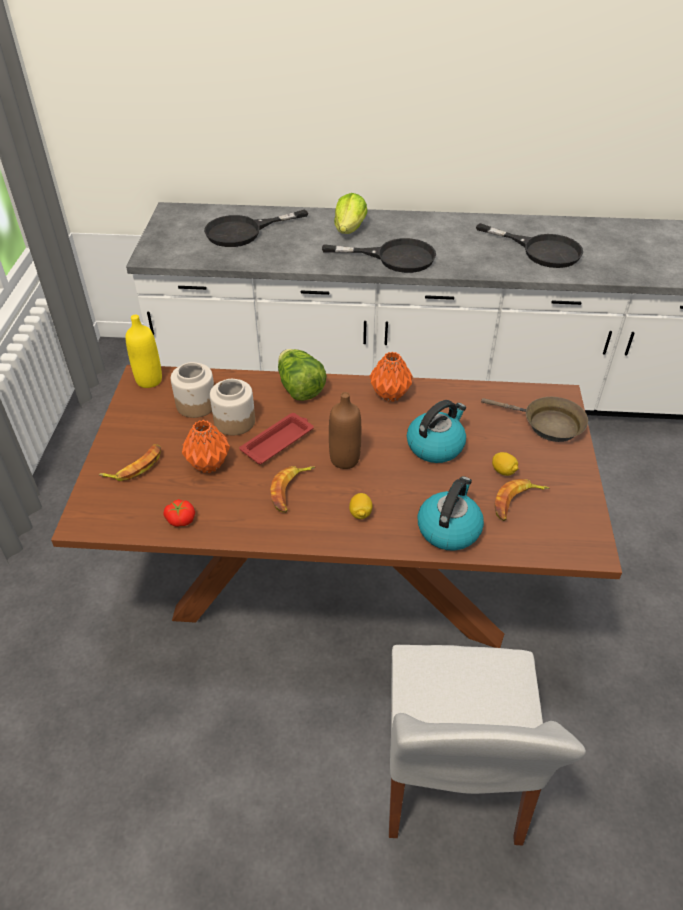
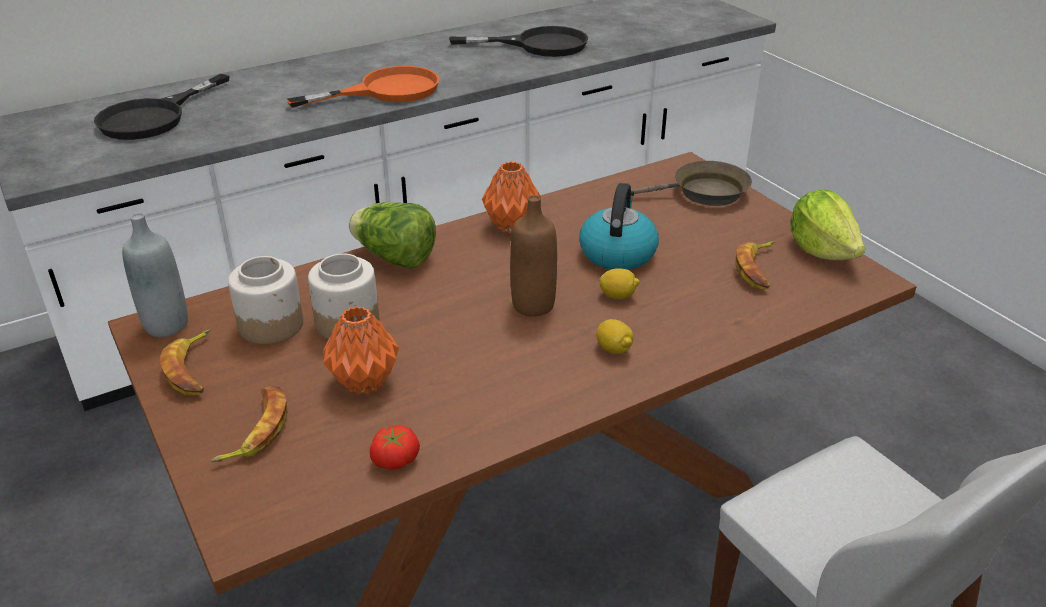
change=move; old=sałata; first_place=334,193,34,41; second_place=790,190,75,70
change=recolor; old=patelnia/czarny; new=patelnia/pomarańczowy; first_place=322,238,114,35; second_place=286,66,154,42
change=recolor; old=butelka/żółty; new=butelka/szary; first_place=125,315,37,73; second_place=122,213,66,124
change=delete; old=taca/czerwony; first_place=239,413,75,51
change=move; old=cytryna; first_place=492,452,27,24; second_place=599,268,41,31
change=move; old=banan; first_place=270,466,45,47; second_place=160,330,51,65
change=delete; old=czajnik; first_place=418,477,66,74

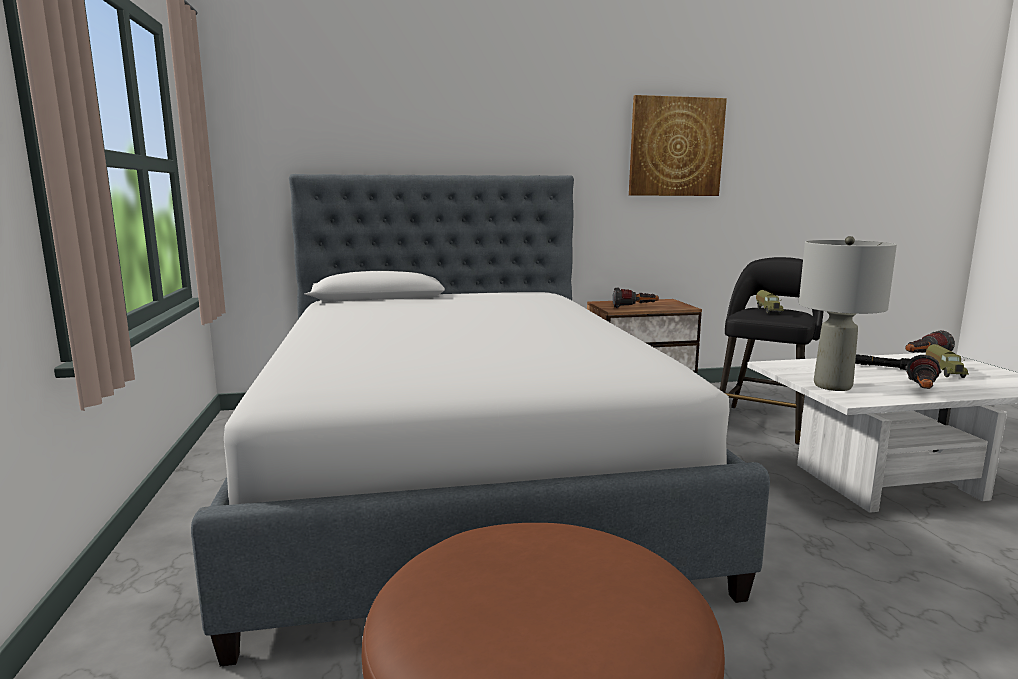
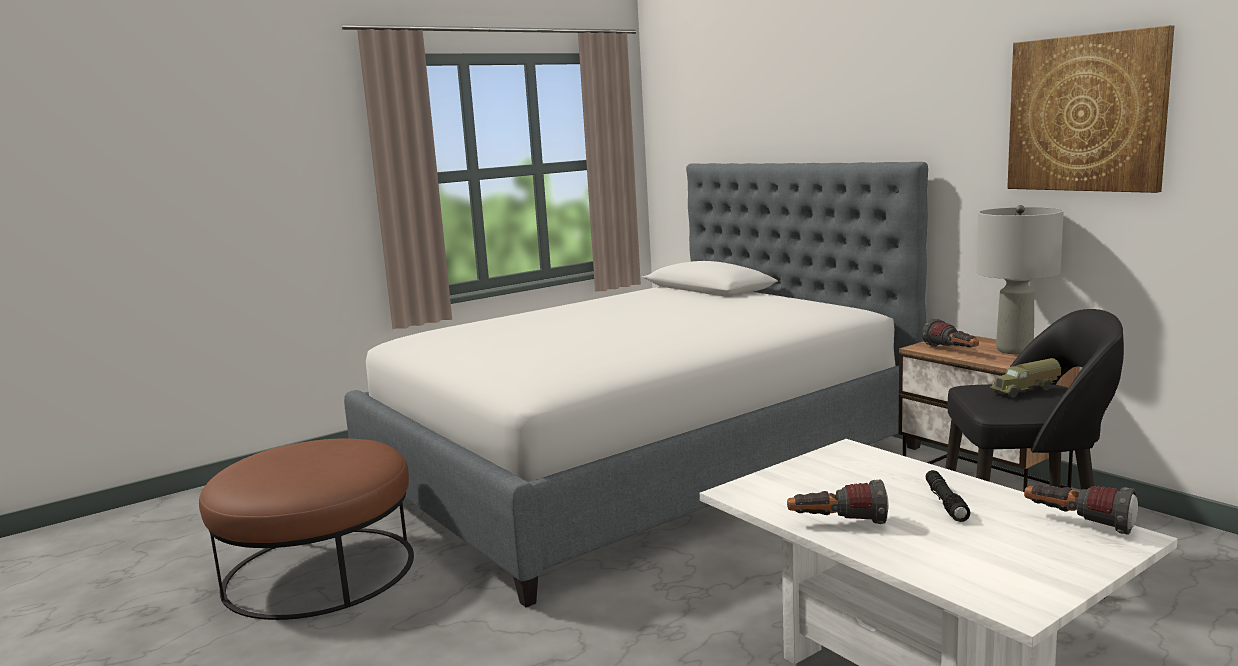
change=move; old=lampa stołowa/szary; first_place=799,236,98,155; second_place=976,205,88,149
change=delete; old=ciężarówka zabawkowa; first_place=926,344,43,34

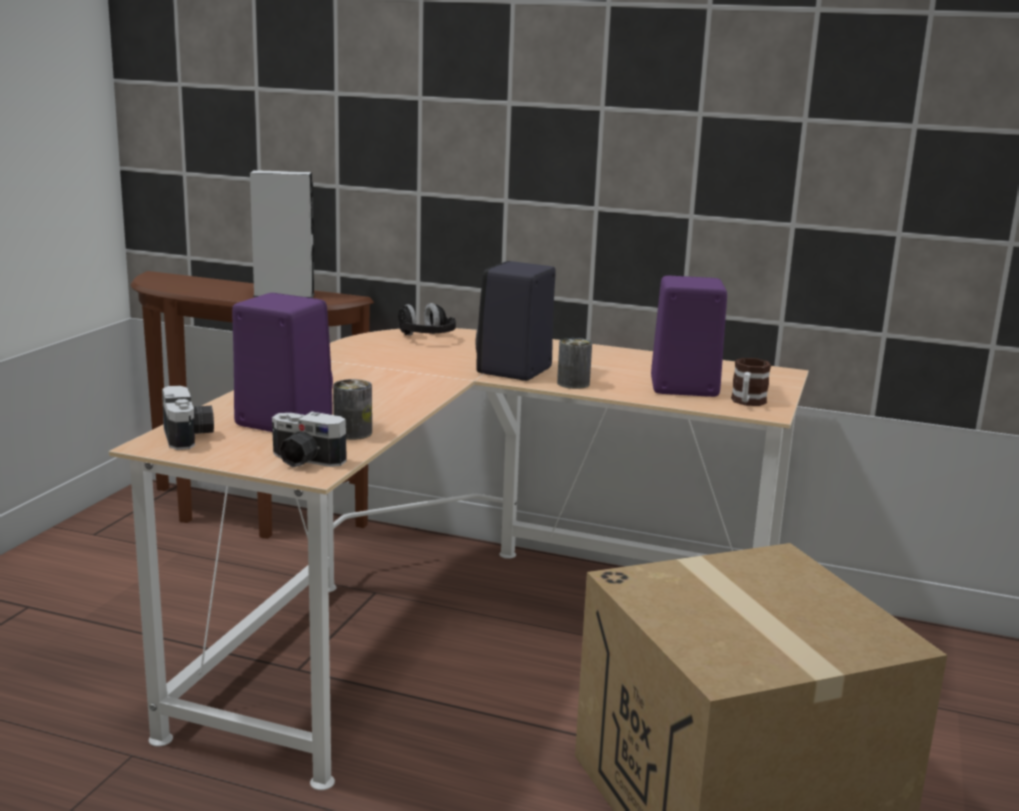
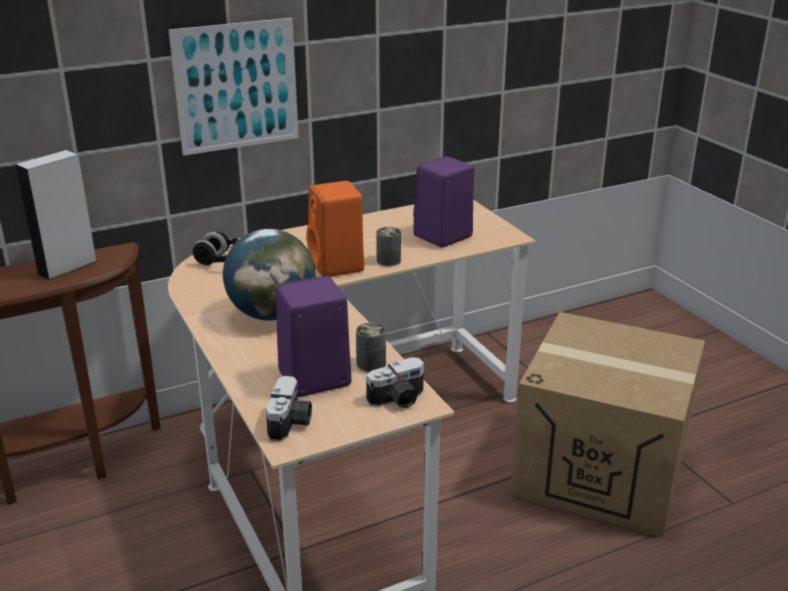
change=recolor; old=głośnik/czarny; new=głośnik/pomarańczowy; first_place=476,261,80,120; second_place=307,181,57,96
change=delete; old=kubek; first_place=731,358,40,48
change=rotate; old=aparat fotograficzny; first_place=162,386,52,64; second_place=266,376,46,66; degrees=75
change=insert; new=obraz; second_place=169,18,130,138
change=insert; new=globus; second_place=223,229,92,92

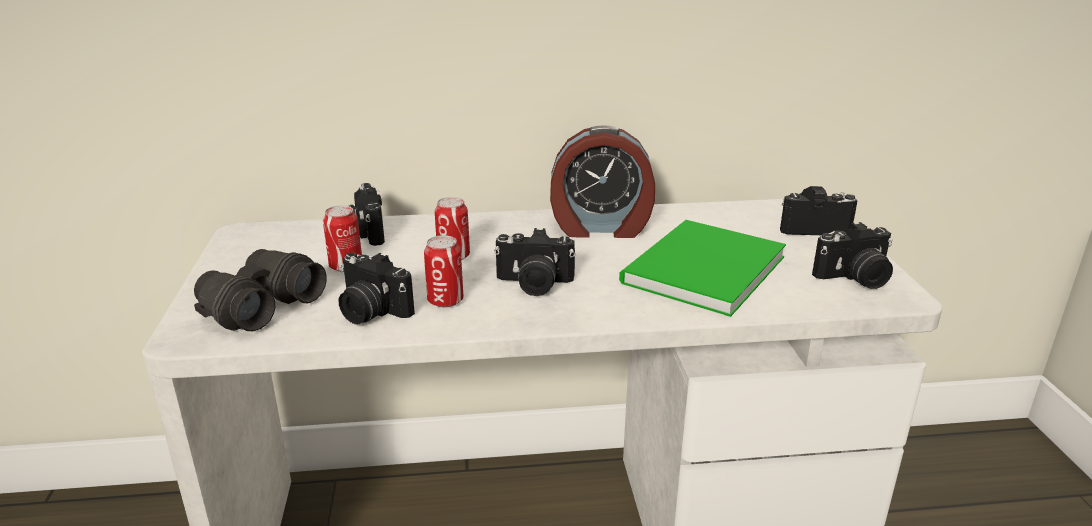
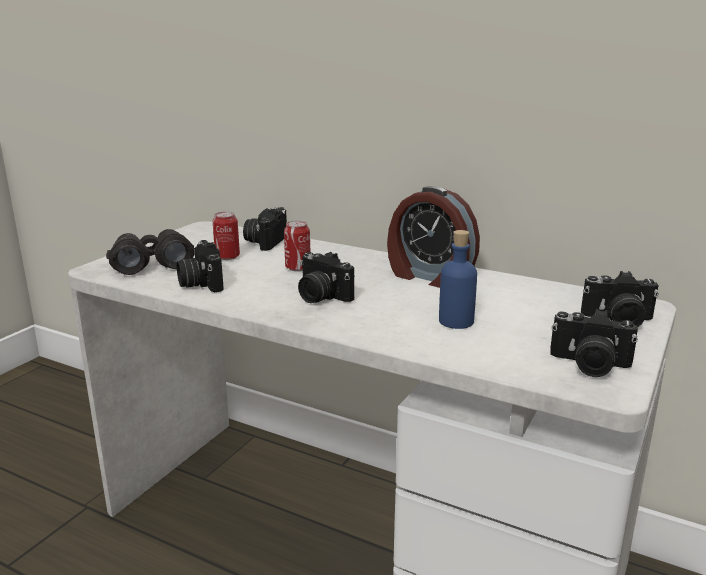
change=rotate; old=aparat fotograficzny; first_place=780,186,77,49; second_place=581,271,78,56; degrees=150
change=replace; old=książka/zielony; new=butelka/niebieski; first_place=619,220,167,97; second_place=439,230,38,99
change=delete; old=puszka; first_place=424,235,40,72

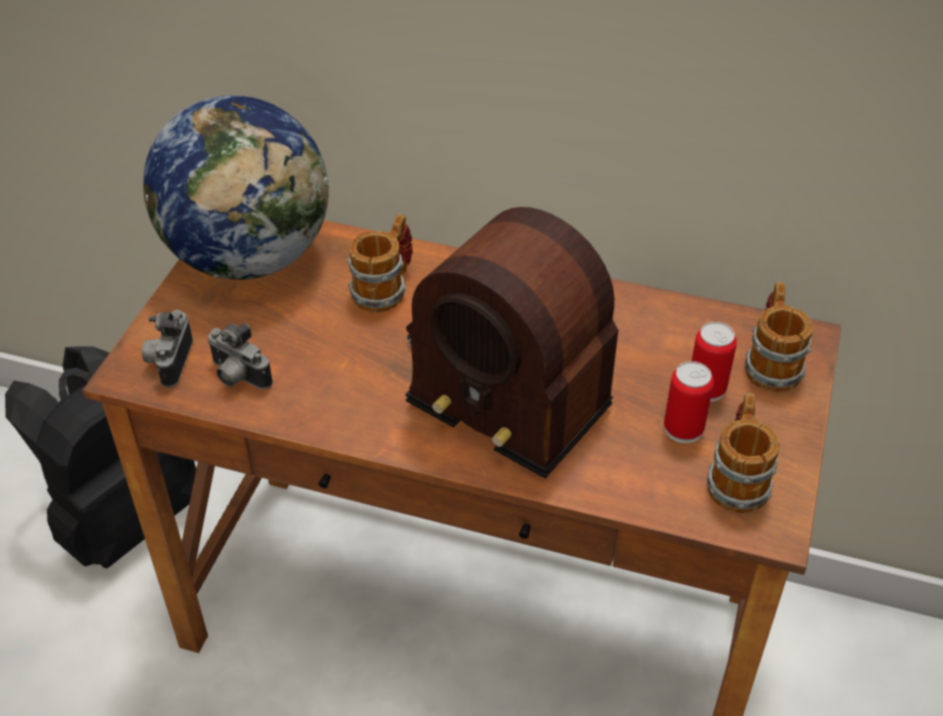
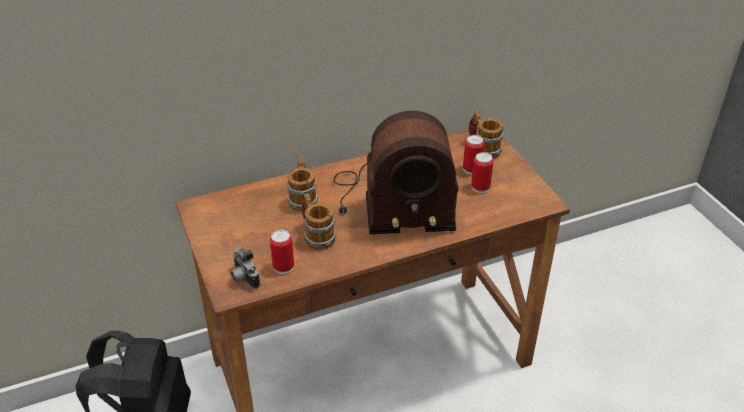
change=delete; old=globus; first_place=143,95,186,185
change=replace; old=aparat fotograficzny; new=puszka; first_place=208,323,65,66; second_place=270,230,24,44
change=move; old=kubek; first_place=707,393,73,120; second_place=302,193,35,57

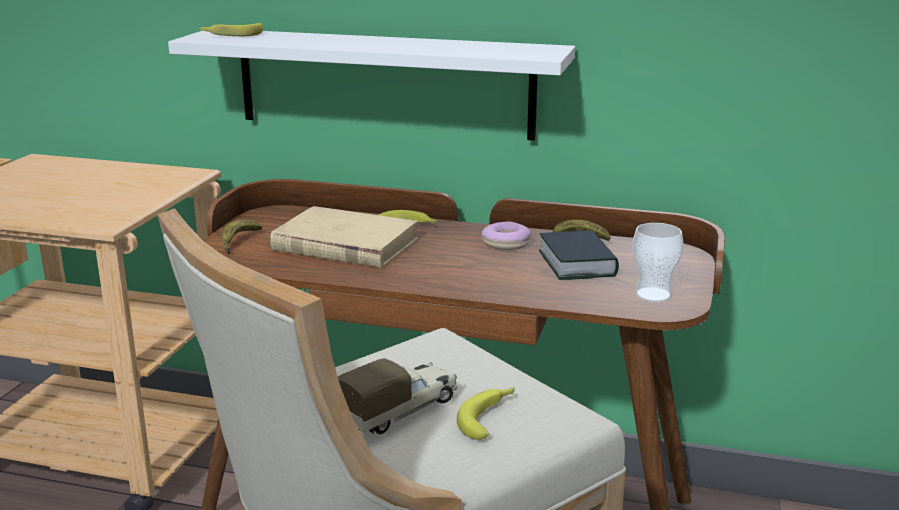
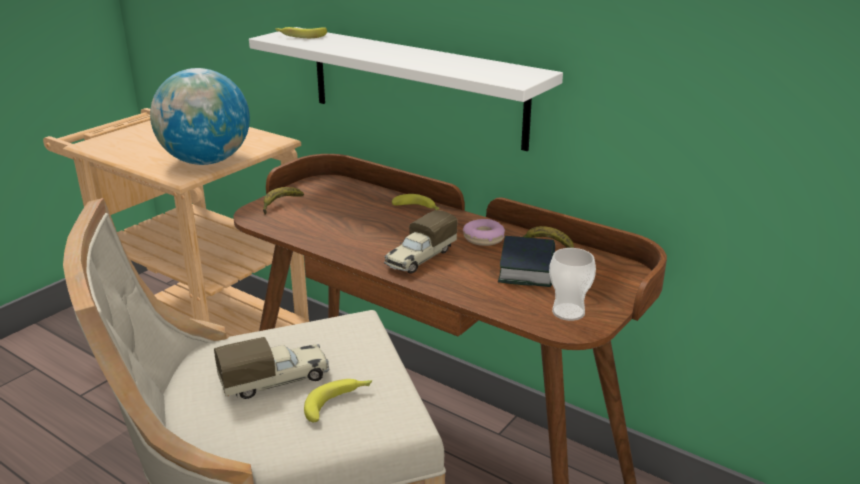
change=delete; old=książka/beżowy; first_place=270,206,148,62
change=insert; new=globus; second_place=150,68,100,97
change=insert; new=ciężarówka zabawkowa; second_place=384,210,73,63

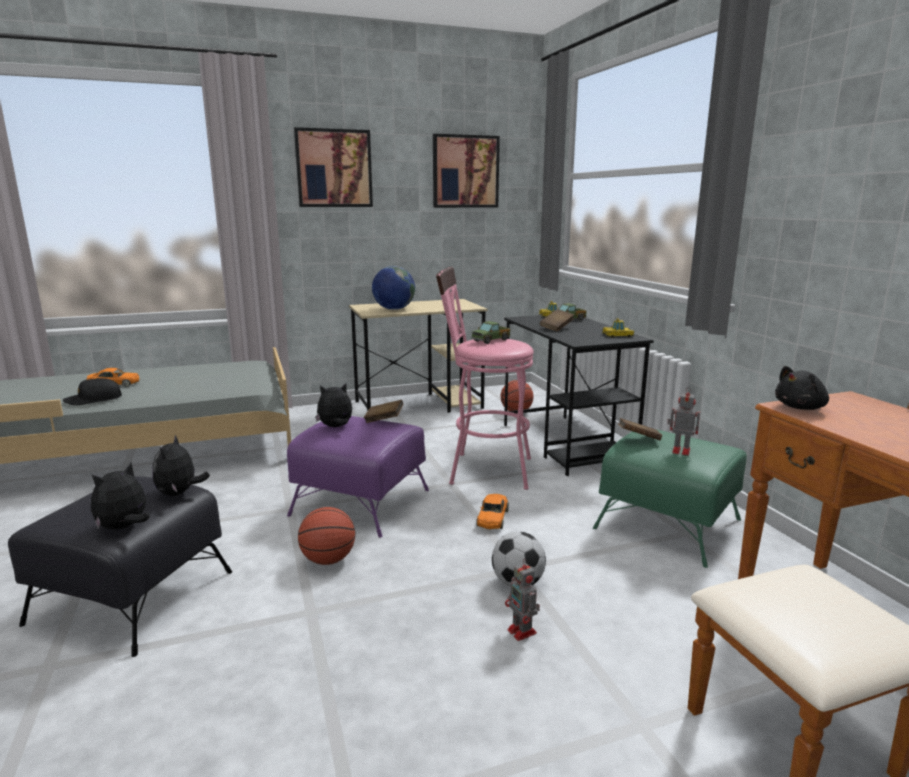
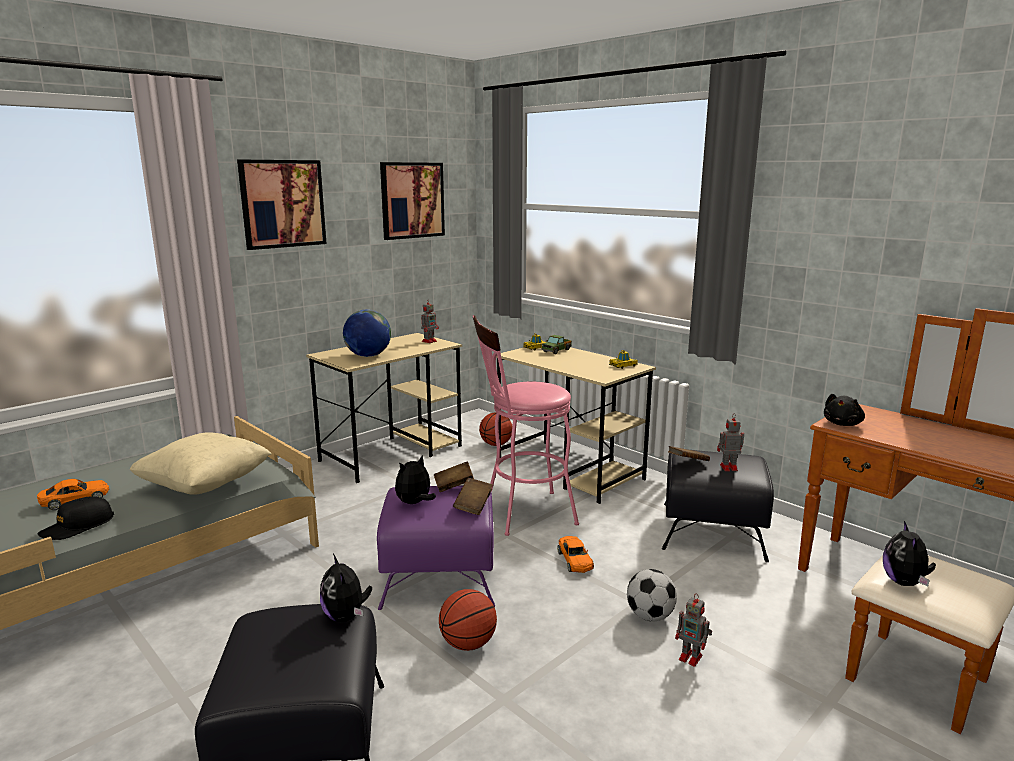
change=move; old=książka/brązowy; first_place=540,309,34,22; second_place=453,478,40,37
change=recolor; old=biurko/czarny; new=biurko/beżowy; first_place=504,315,150,161; second_place=496,347,160,157
change=delete; old=ciężarówka zabawkowa; first_place=471,321,40,23
change=recolor; old=pufa/zielony; new=pufa/czarny; first_place=593,429,154,139; second_place=662,450,112,112
change=move; old=pluszak; first_place=91,463,59,66; second_place=883,521,53,65
change=insert; new=robot zabawkowy; second_place=421,299,18,44
change=insert; new=poduszka/beżowy; second_place=130,432,142,62

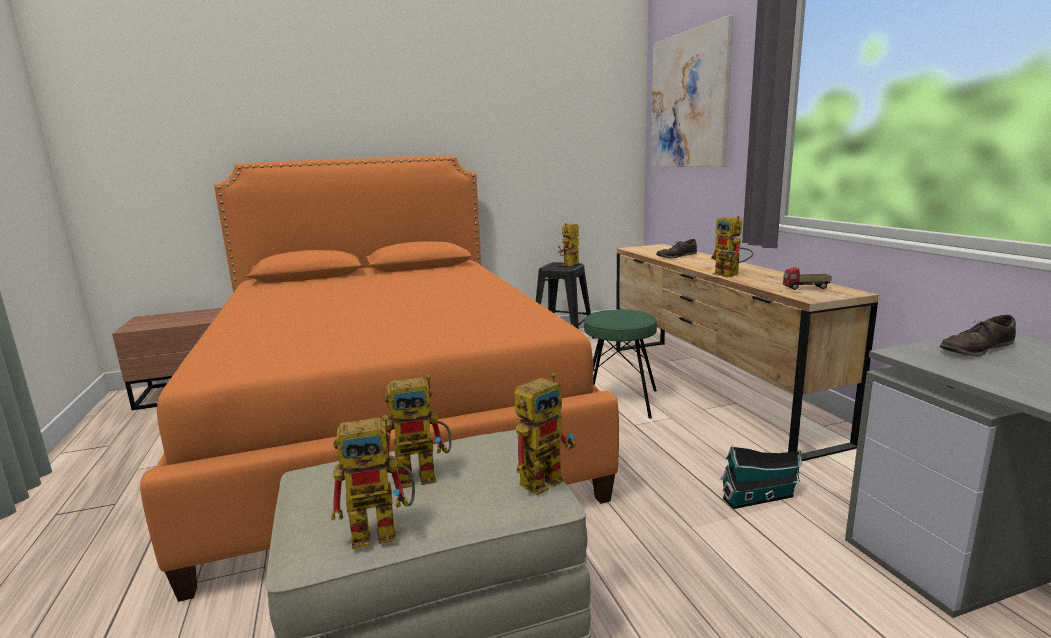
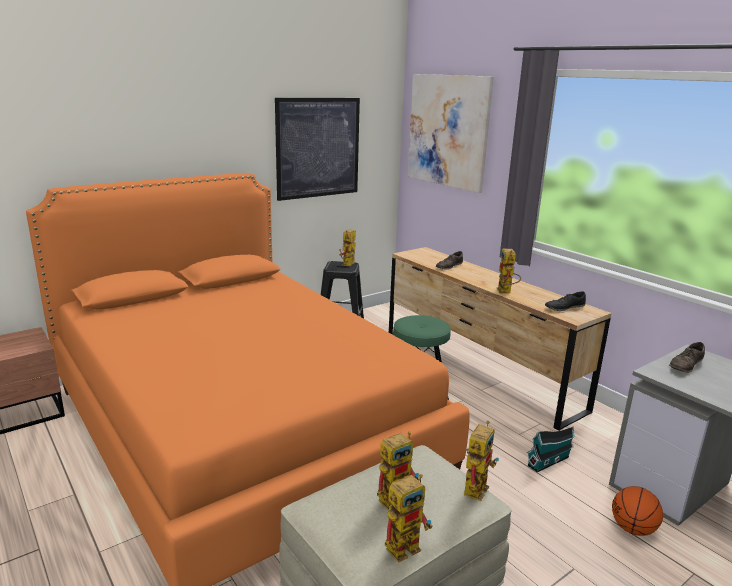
change=rotate; old=robot zabawkowy; first_place=711,215,42,63; second_place=496,249,25,45; degrees=45
change=replace; old=ciężarówka zabawkowa; new=but/czarny; first_place=783,267,49,23; second_place=545,291,41,20
change=insert; new=obraz; second_place=275,98,85,103
change=insert; new=piłka do koszykówki; second_place=612,486,51,50

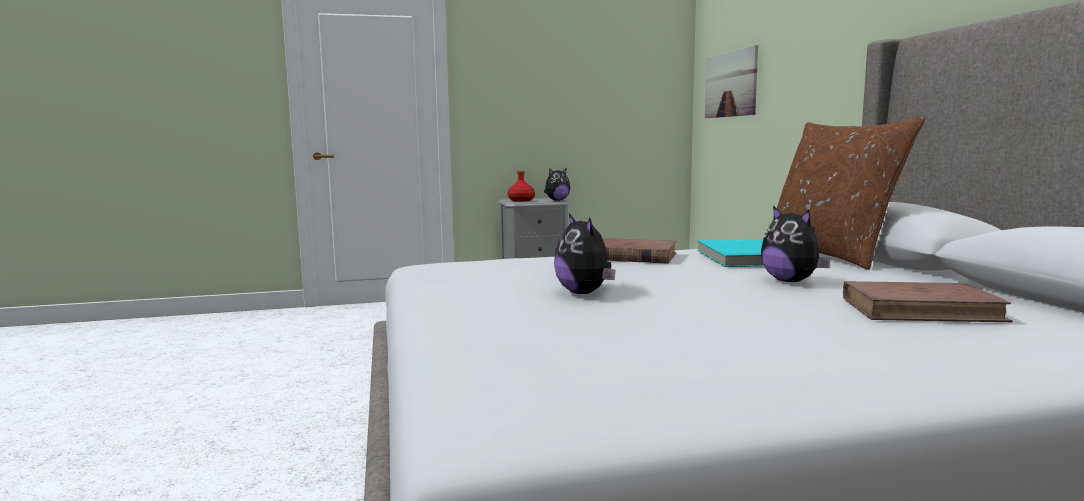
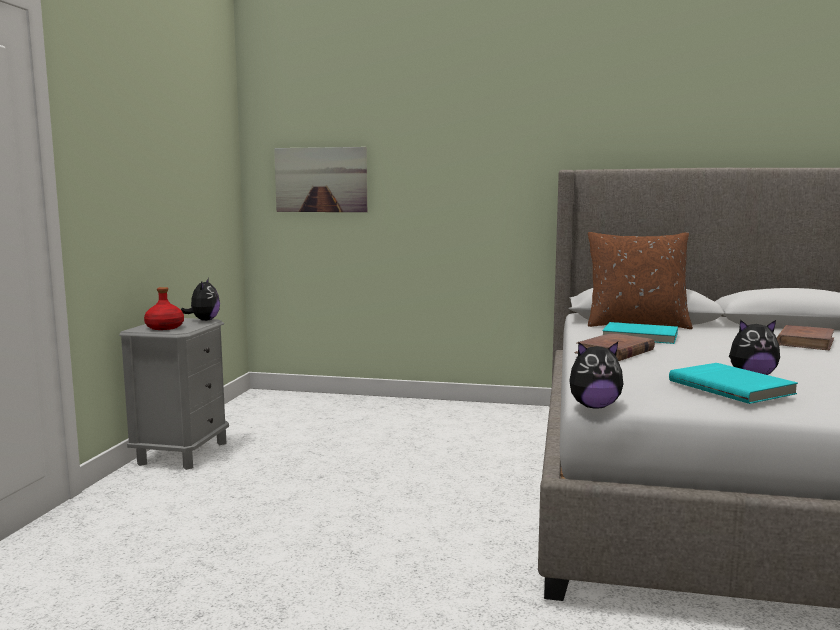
change=move; old=pluszak; first_place=761,206,70,76; second_place=569,342,54,67
change=insert; new=książka/turkusowy; second_place=669,363,129,41

